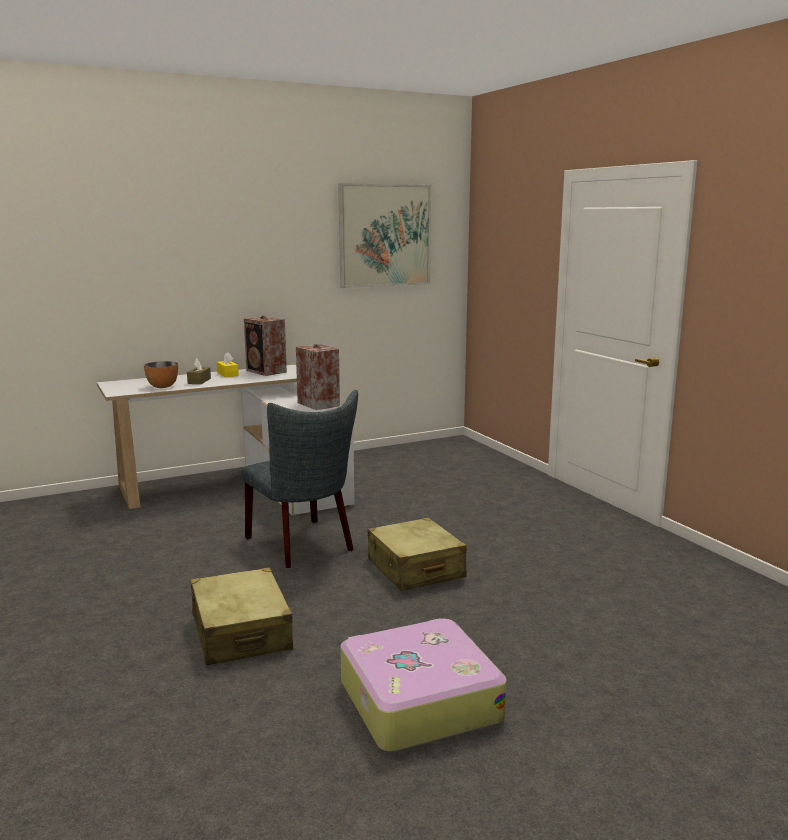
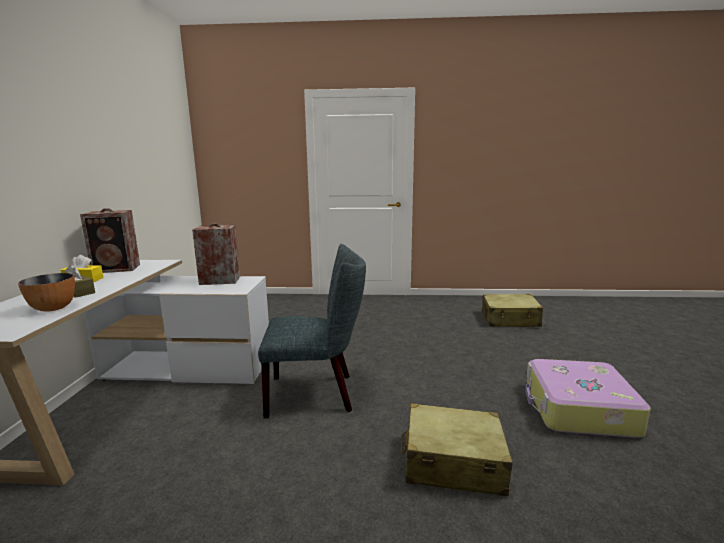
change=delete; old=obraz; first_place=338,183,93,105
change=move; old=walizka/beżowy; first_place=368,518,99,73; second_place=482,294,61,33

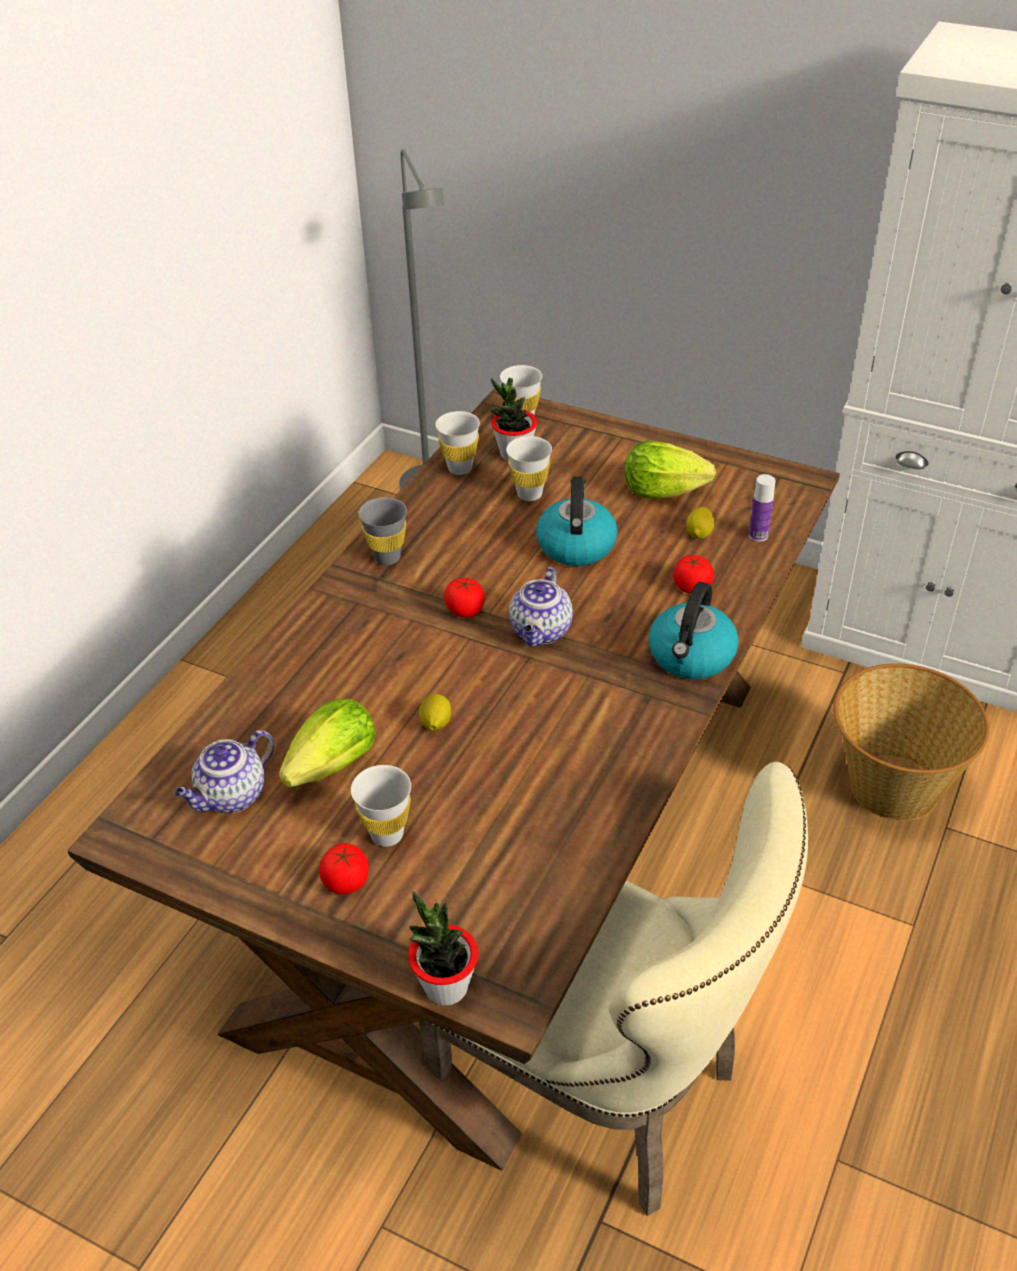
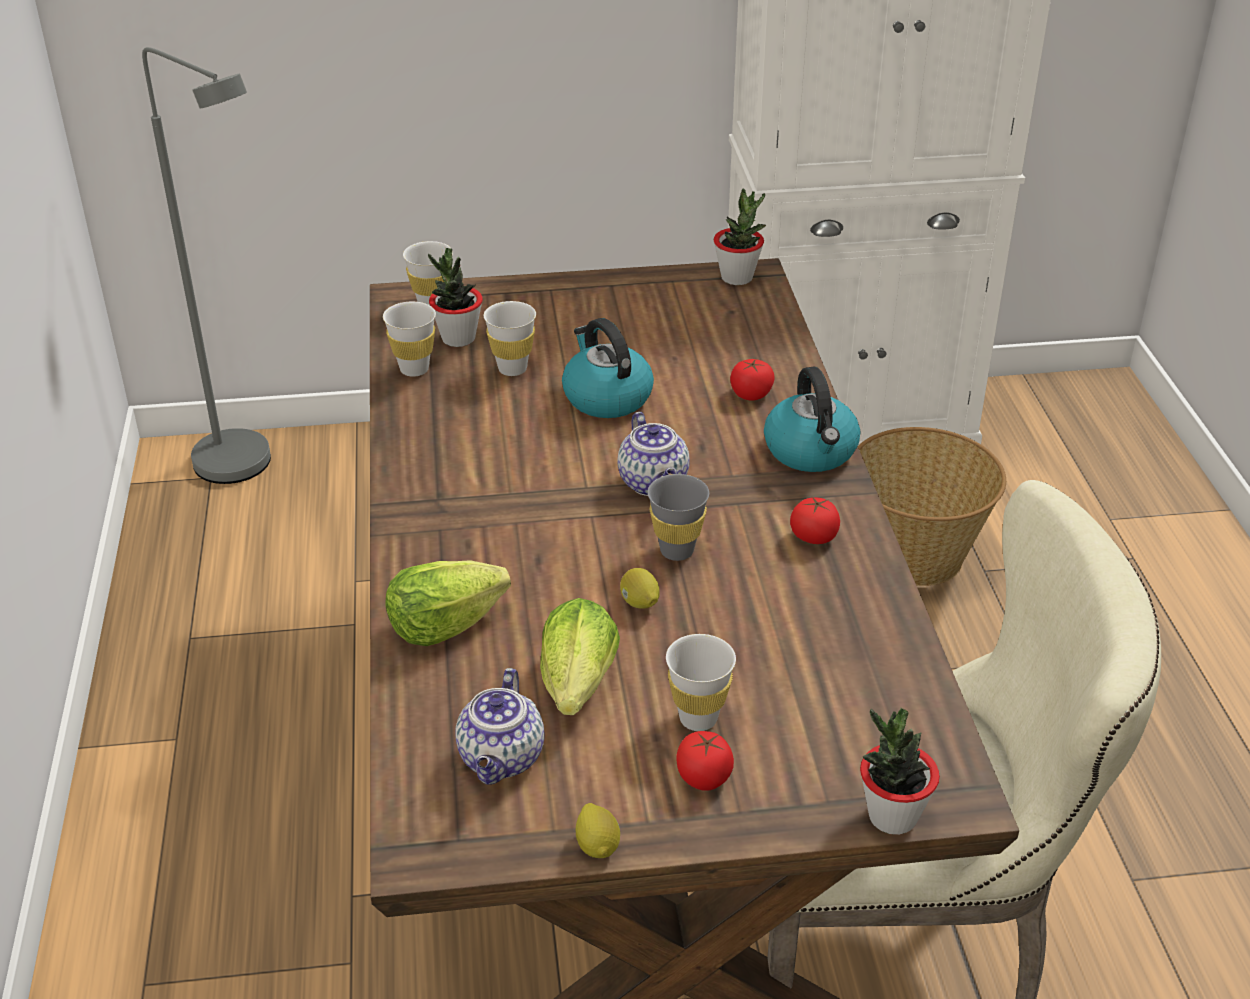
change=move; old=sałata; first_place=625,441,91,57; second_place=385,560,126,86
change=delete; old=butelka; first_place=749,474,27,68
change=move; old=filiżanka/szary; first_place=358,497,49,68; second_place=648,474,61,87
change=move; old=cytryna; first_place=686,507,29,32; second_place=576,803,44,55
change=move; old=pomidor; first_place=444,578,41,40; second_place=790,497,50,47
change=insert; new=roślina doniczkowa; second_place=714,188,52,97

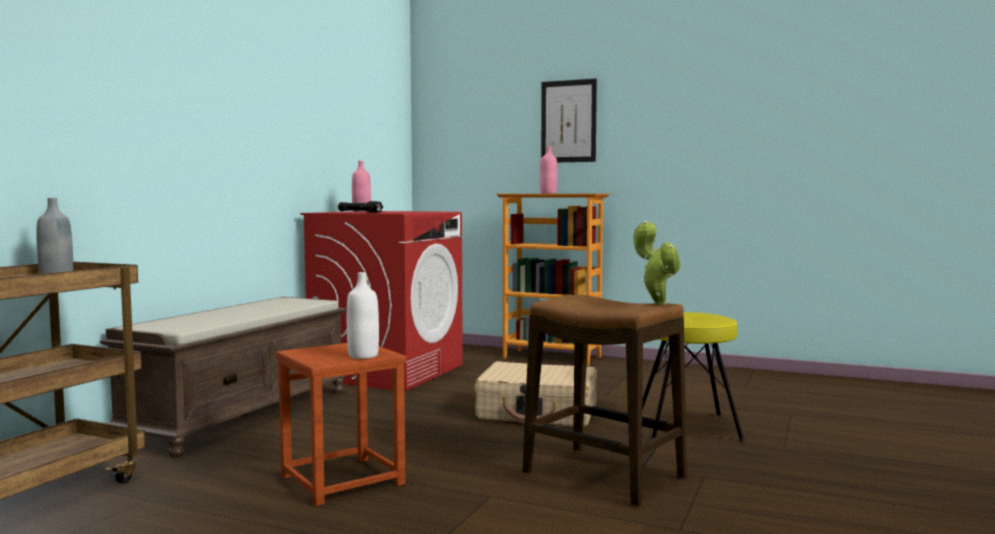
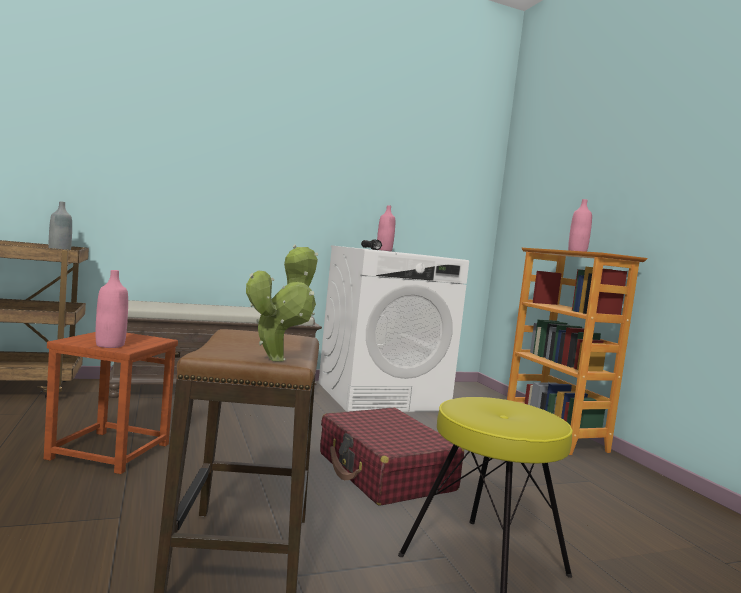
change=delete; old=obraz; first_place=541,79,56,83
change=recolor; old=pralka/czerwony; new=pralka/biały; first_place=301,211,162,180; second_place=318,245,151,167
change=recolor; old=butelka/biały; new=butelka/różowy; first_place=347,272,32,87; second_place=96,270,32,78
change=recolor; old=walizka/beżowy; new=walizka/czerwony; first_place=475,361,122,66; second_place=320,408,144,98

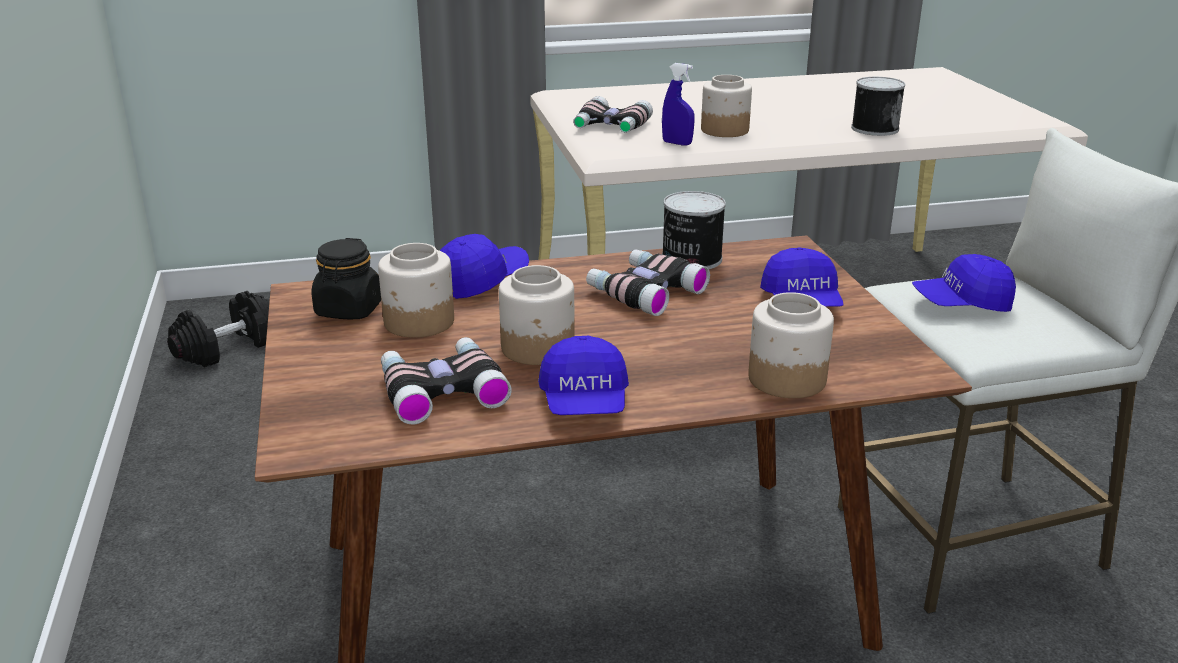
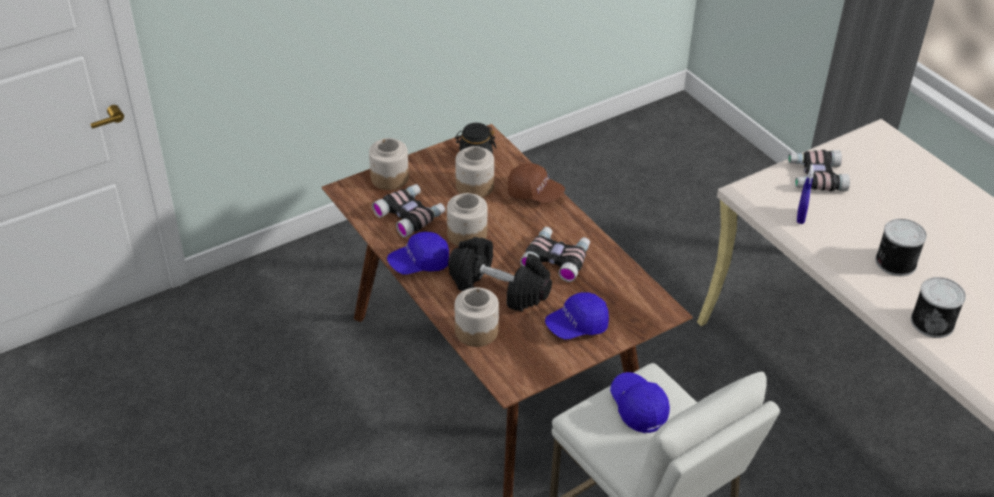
change=move; old=słoik; first_place=701,75,51,62; second_place=369,138,40,52
change=move; old=puszka; first_place=662,191,64,78; second_place=875,219,52,57
change=recolor; old=czapka z daszkiem/niebieski; new=czapka z daszkiem/brązowy; first_place=440,234,89,65; second_place=508,163,57,40
change=move; old=hantel/czarny; first_place=167,291,103,76; second_place=448,237,104,74

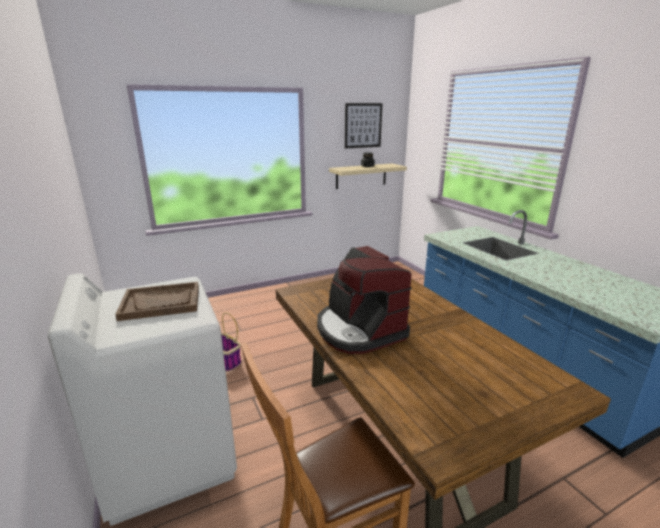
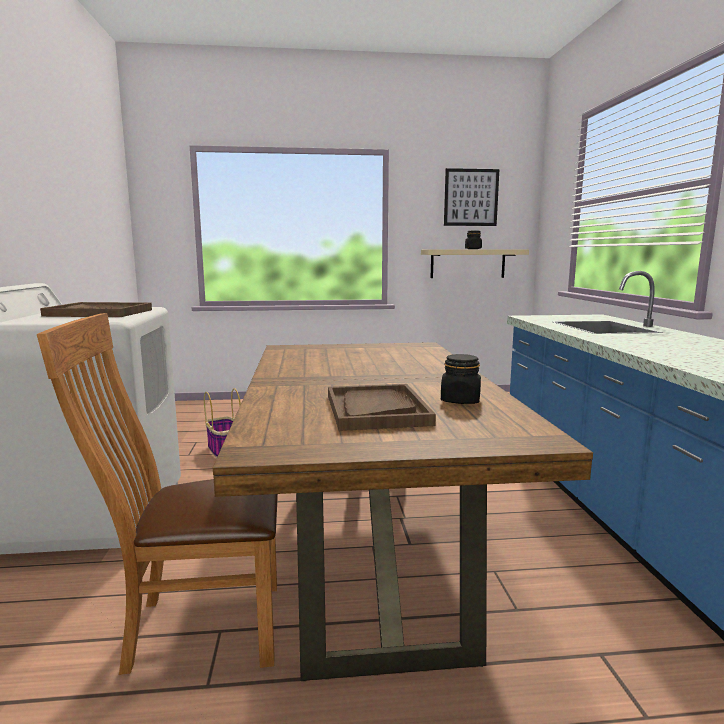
change=delete; old=ekspres do kawy; first_place=317,246,95,108
change=insert; new=słoik/czarny; second_place=441,354,40,50
change=insert; new=taca/brązowy; second_place=328,384,108,47

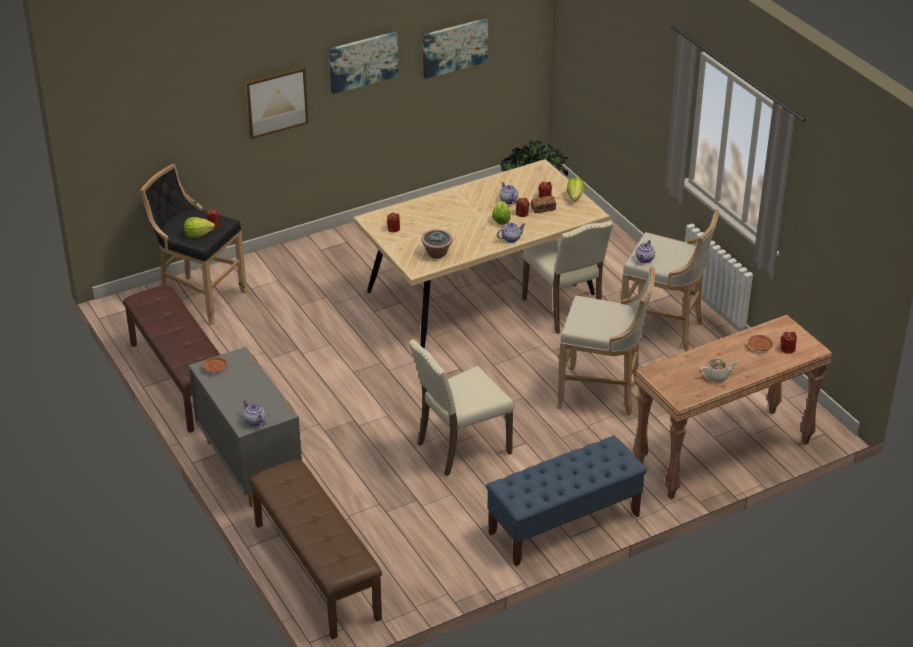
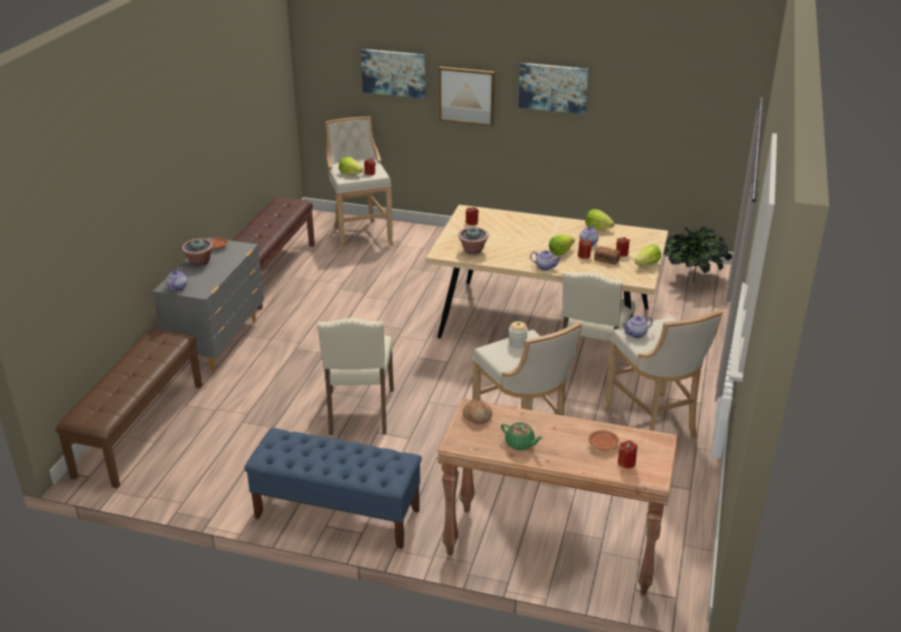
change=move; old=obraz; first_place=423,18,65,61; second_place=361,49,65,49
change=recolor; old=stołek/czarny; new=stołek/beżowy; first_place=140,164,108,161; second_place=326,117,68,136
change=rotate; old=krzesło/beżowy; first_place=408,339,107,137; second_place=318,318,76,117; degrees=-105
change=recolor; old=imbryk/beżowy; new=imbryk/zielony; first_place=699,359,39,23; second_place=501,423,42,27
change=insert; new=sałata; second_place=585,209,30,21
change=insert; new=roślina doniczkowa; second_place=182,238,31,28
change=insert; new=słoik; second_place=509,321,19,27
change=insert; new=chleb; second_place=463,400,29,24

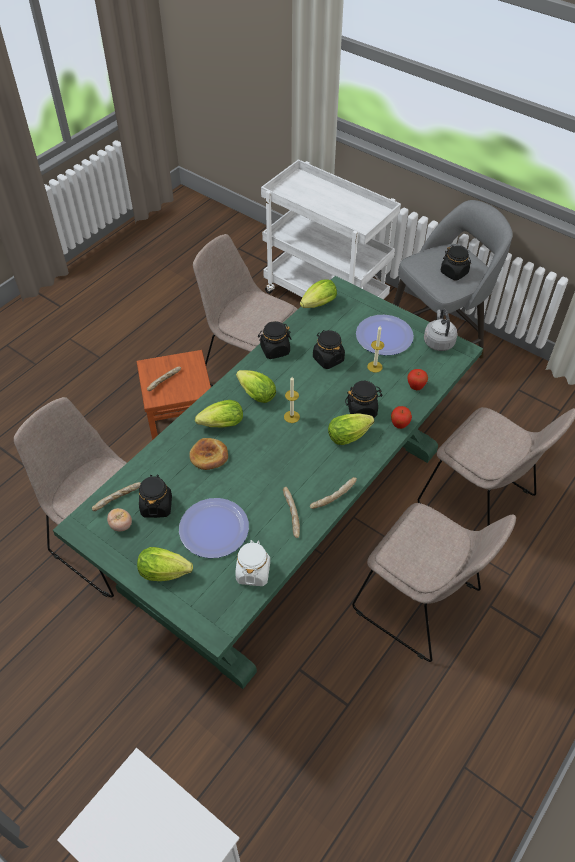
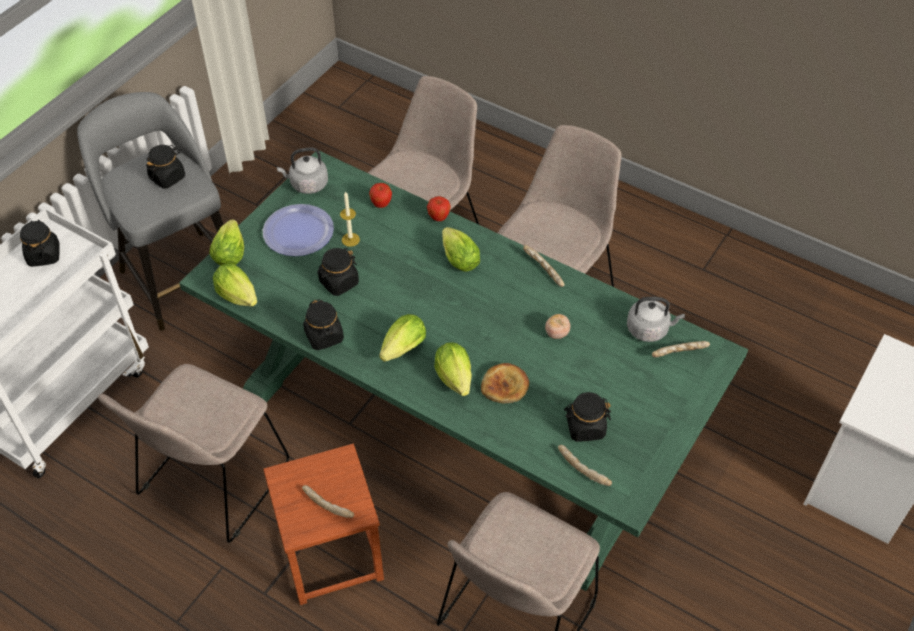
change=delete; old=świeca; first_place=284,377,16,46
change=move; old=słoik/czarny; first_place=345,381,38,37; second_place=20,219,40,48
change=move; old=chleb; first_place=283,487,17,51; second_place=652,341,58,16
change=delete; old=talerz; first_place=179,498,70,60
change=move; old=pomidor; first_place=107,508,25,23; second_place=545,314,25,25
change=replace; old=słoik/biały; new=czajnik/szary; first_place=235,540,35,46; second_place=627,297,58,45
change=move; old=sałata; first_place=137,547,56,34; second_place=209,220,35,46

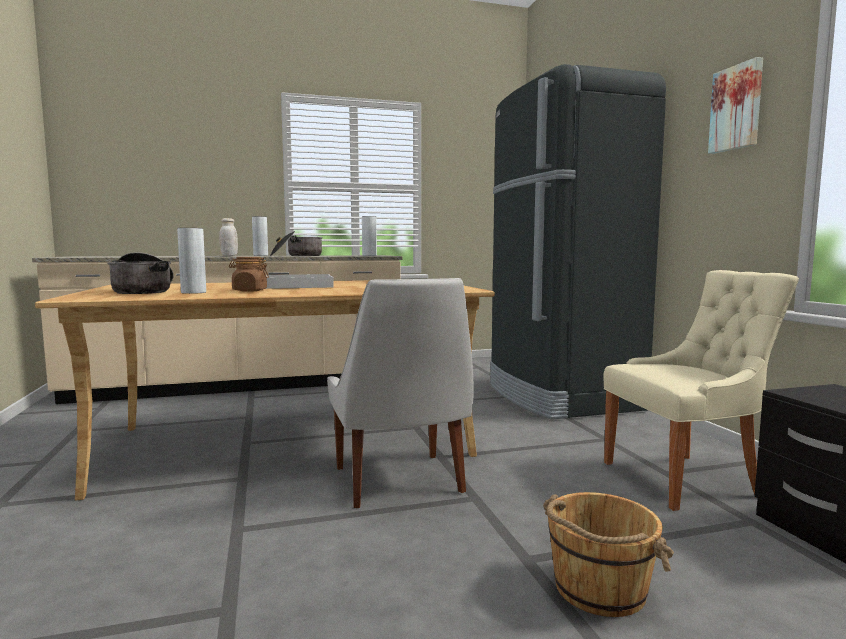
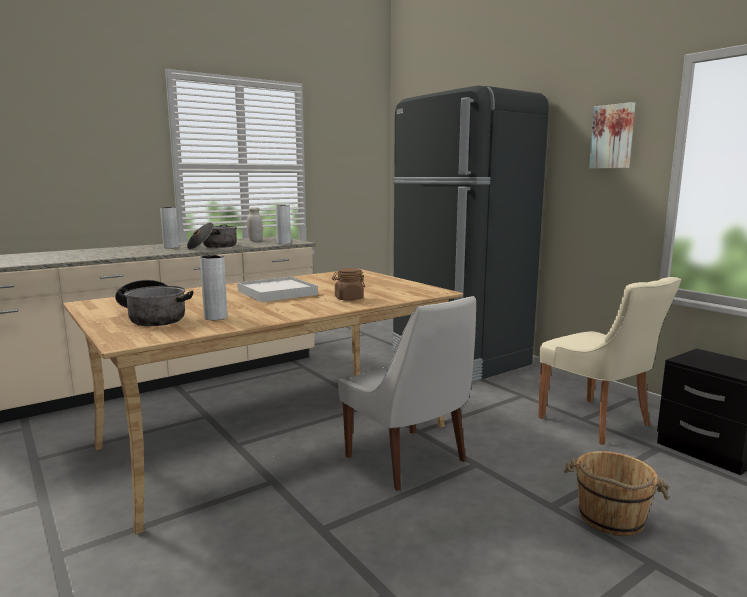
change=move; old=słoik/biały; first_place=219,218,19,38; second_place=247,207,16,34
change=move; old=słoik/brązowy; first_place=229,257,40,35; second_place=332,268,33,33
change=rotate; old=krzesło/beżowy; first_place=603,270,196,241; second_place=538,277,143,168; degrees=90

